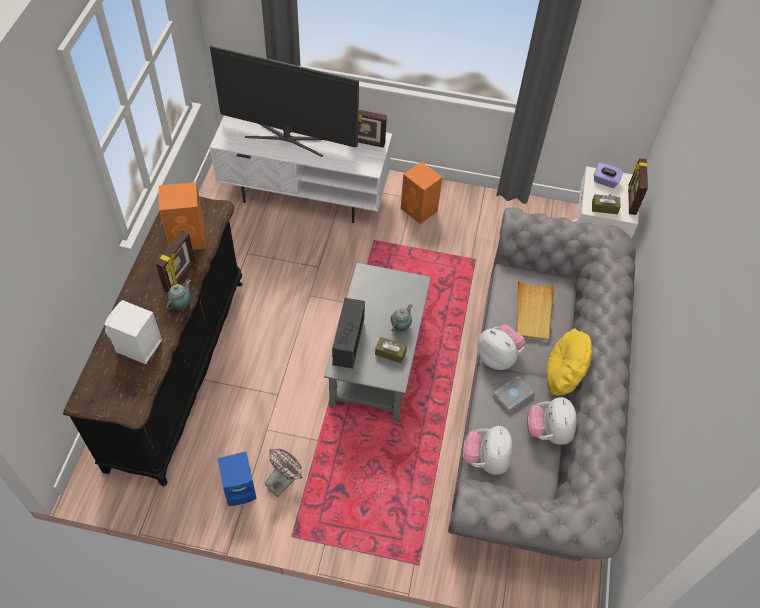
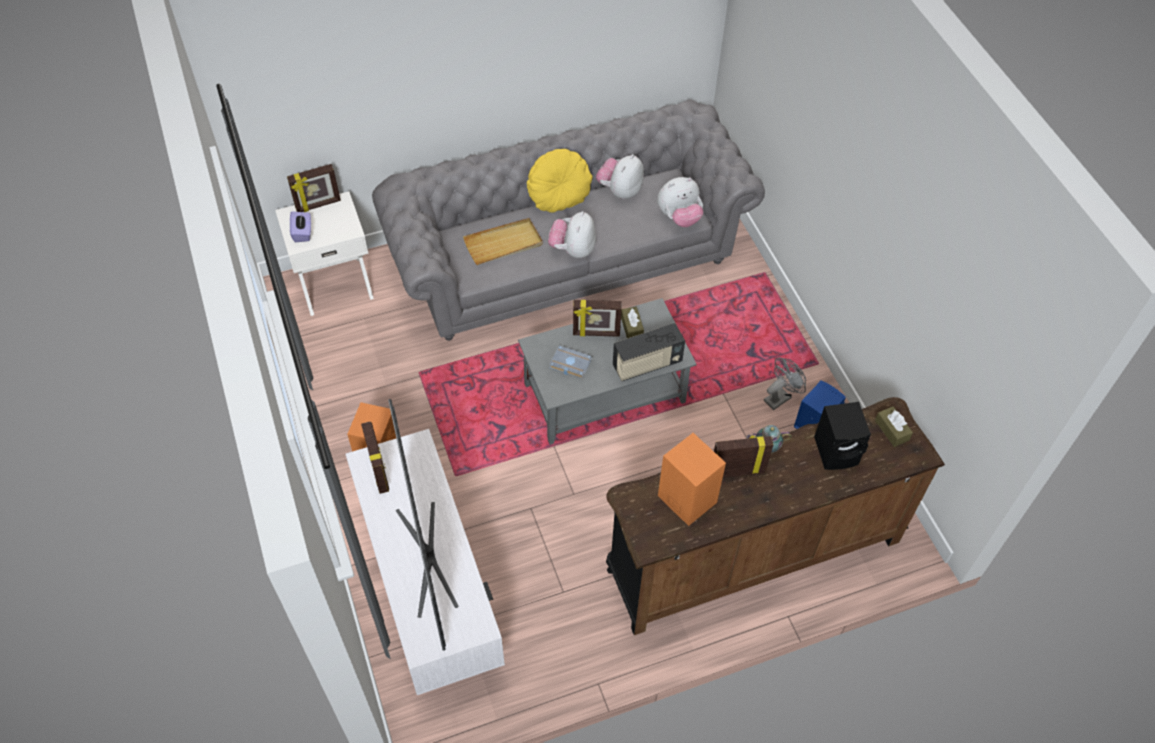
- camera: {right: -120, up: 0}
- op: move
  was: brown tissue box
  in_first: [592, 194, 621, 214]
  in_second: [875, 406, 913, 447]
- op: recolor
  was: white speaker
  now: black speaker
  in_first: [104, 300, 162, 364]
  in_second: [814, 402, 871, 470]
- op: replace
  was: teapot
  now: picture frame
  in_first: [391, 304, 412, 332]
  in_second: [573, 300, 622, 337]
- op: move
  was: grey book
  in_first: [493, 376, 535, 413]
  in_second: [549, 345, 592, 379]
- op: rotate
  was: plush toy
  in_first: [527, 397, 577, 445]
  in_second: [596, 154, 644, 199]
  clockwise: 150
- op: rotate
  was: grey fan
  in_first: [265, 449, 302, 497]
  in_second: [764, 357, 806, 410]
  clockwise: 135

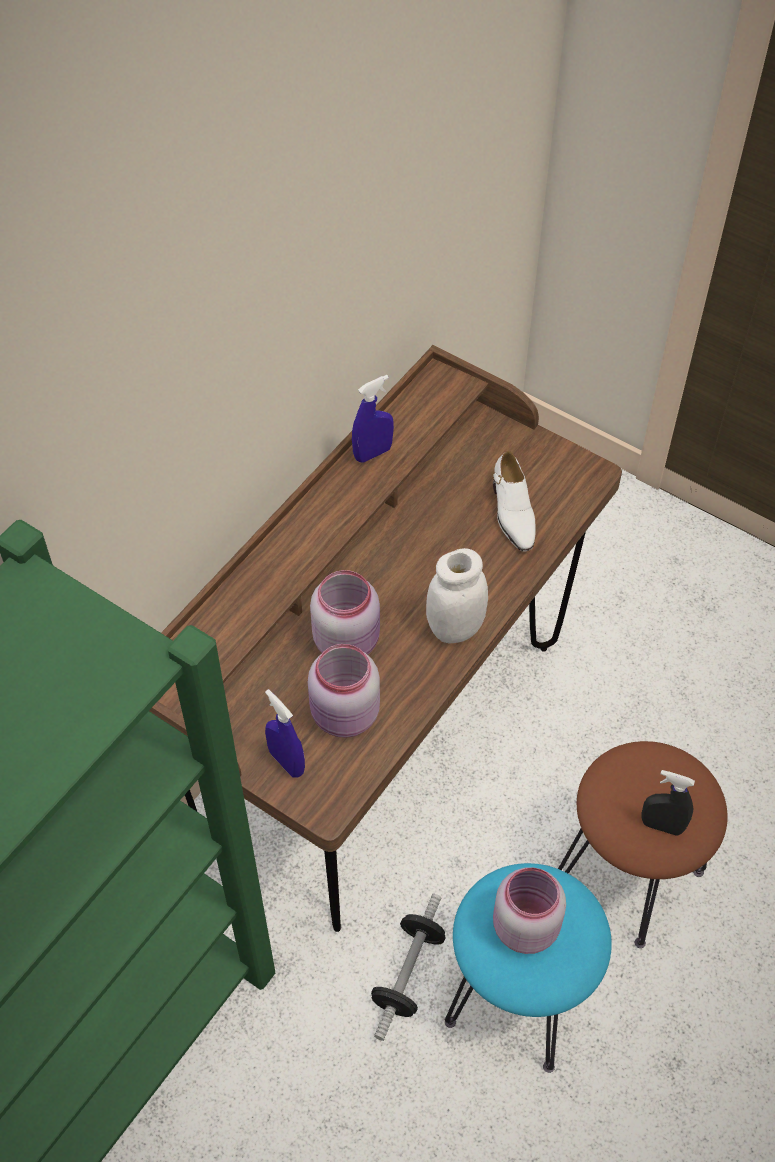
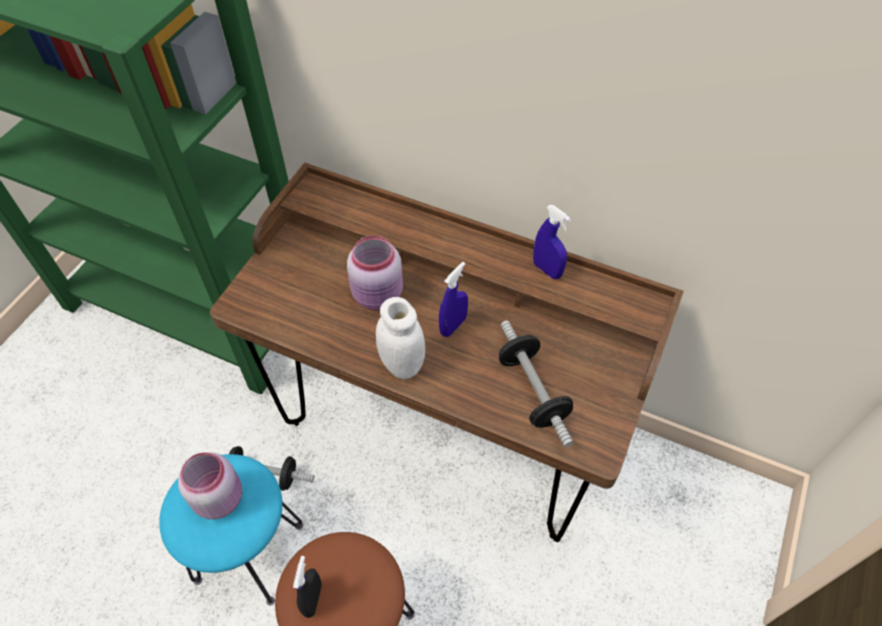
- camera: {right: 80, up: 0}
- op: replace
  was: white shoe
  now: dumbbell
  in_first: [493, 451, 536, 552]
  in_second: [499, 321, 573, 447]
- op: delete
  was: pink jar
  in_first: [308, 644, 380, 738]
- op: move
  was: blue spray bottle
  in_first: [265, 689, 305, 778]
  in_second: [439, 262, 468, 337]

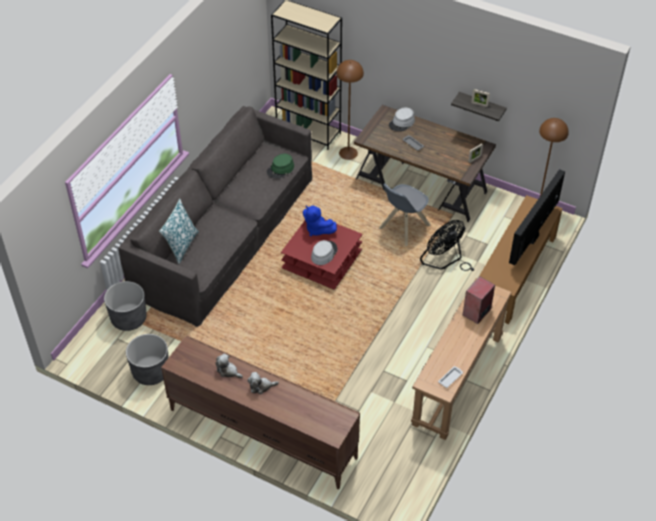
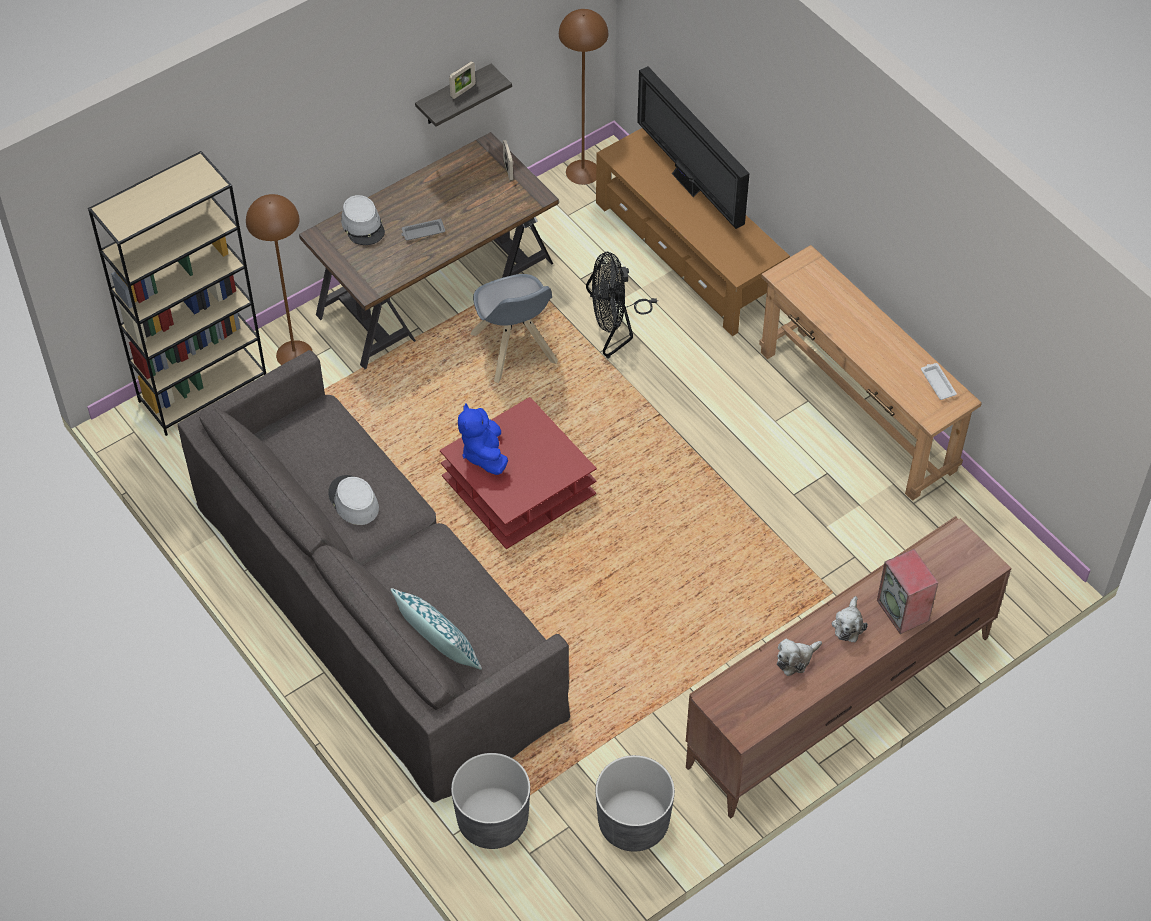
- camera: {right: -65, up: 5}
- op: delete
  was: green hat
  in_first: [267, 154, 294, 178]
- op: rotate
  was: blue plush toy
  in_first: [303, 205, 337, 236]
  in_second: [458, 403, 508, 475]
  clockwise: 105
- op: move
  was: grey hat
  in_first: [311, 240, 338, 265]
  in_second: [328, 475, 379, 525]
- op: move
  was: speaker
  in_first: [463, 276, 495, 324]
  in_second: [877, 549, 938, 634]

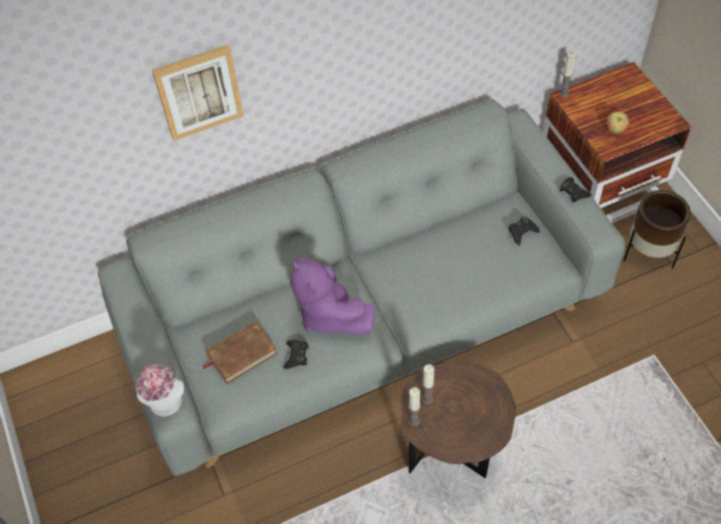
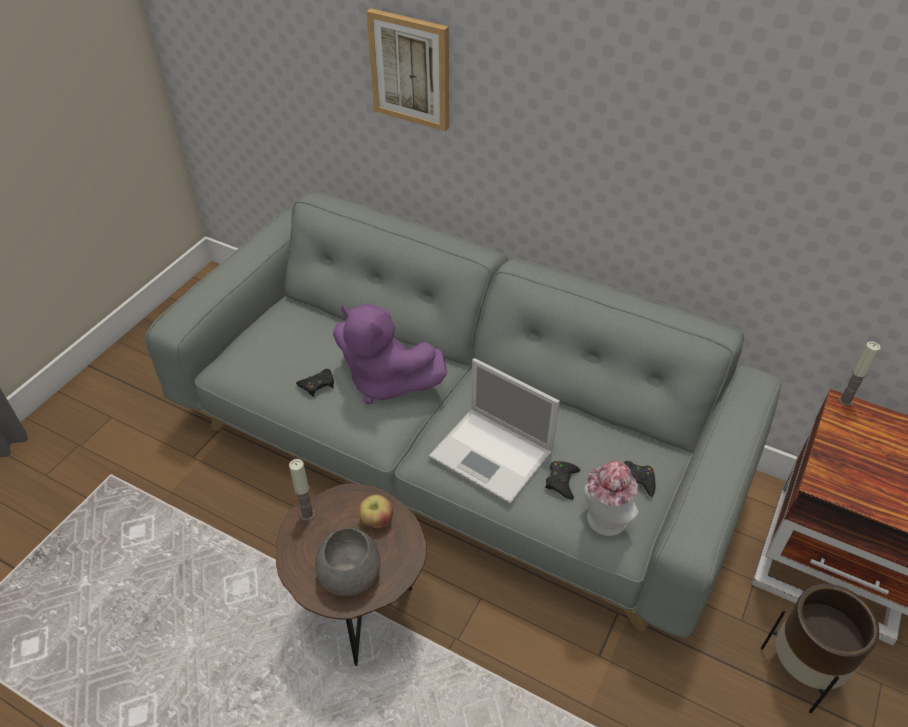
- camera: {right: 50, up: -10}
- op: move
  was: apple
  in_first: [606, 111, 629, 134]
  in_second: [359, 494, 393, 528]
- op: move
  was: black game controller
  in_first: [560, 177, 592, 203]
  in_second: [545, 461, 580, 500]
- op: rotate
  was: purple plush toy
  in_first: [290, 257, 375, 335]
  in_second: [333, 304, 448, 404]
  clockwise: -75
- op: delete
  was: brown book
  in_first: [203, 321, 278, 384]
- op: move
  was: hat
  in_first: [135, 364, 184, 416]
  in_second: [584, 461, 639, 536]
- op: delete
  was: candle
  in_first: [422, 364, 434, 404]
- op: insert
  now: laptop
  in_second: [429, 358, 560, 504]
- op: insert
  now: grey bowl
  in_second: [315, 527, 380, 596]

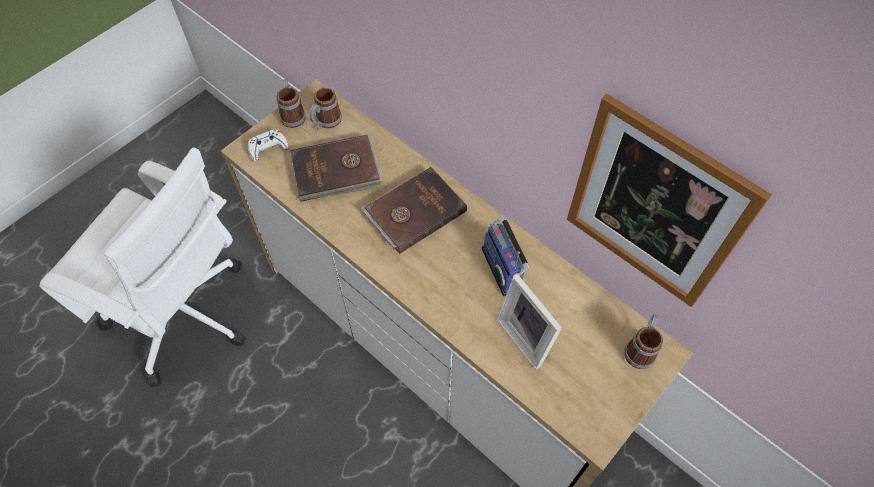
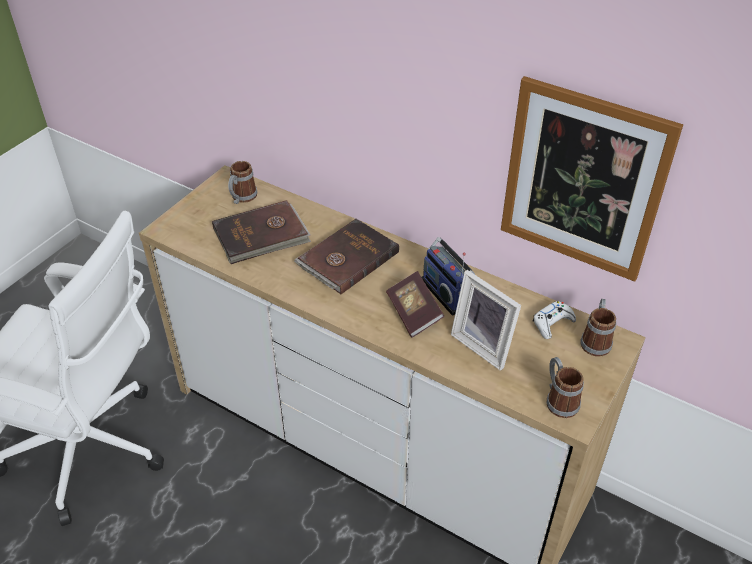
- camera: {right: -10, up: -15}
- op: move
  was: mug
  in_first: [277, 79, 306, 128]
  in_second: [547, 357, 584, 418]
- op: move
  was: white game controller
  in_first: [248, 129, 289, 162]
  in_second: [533, 301, 576, 339]
- op: insert
  now: book
  in_second: [386, 271, 444, 338]

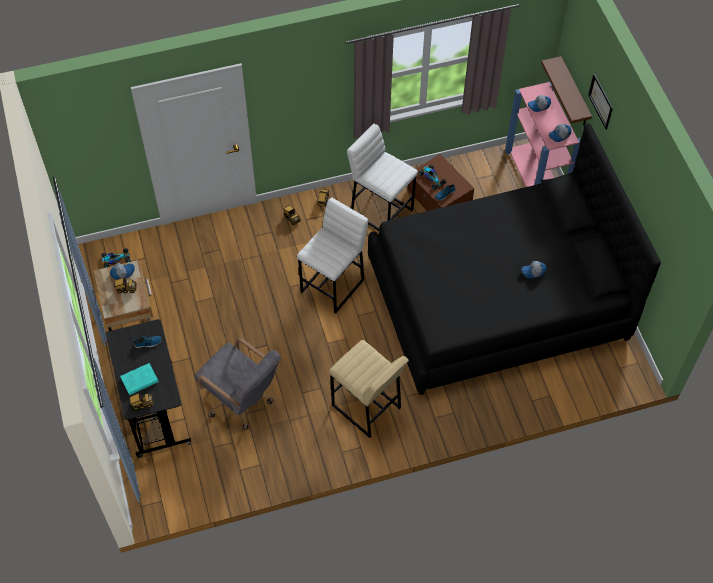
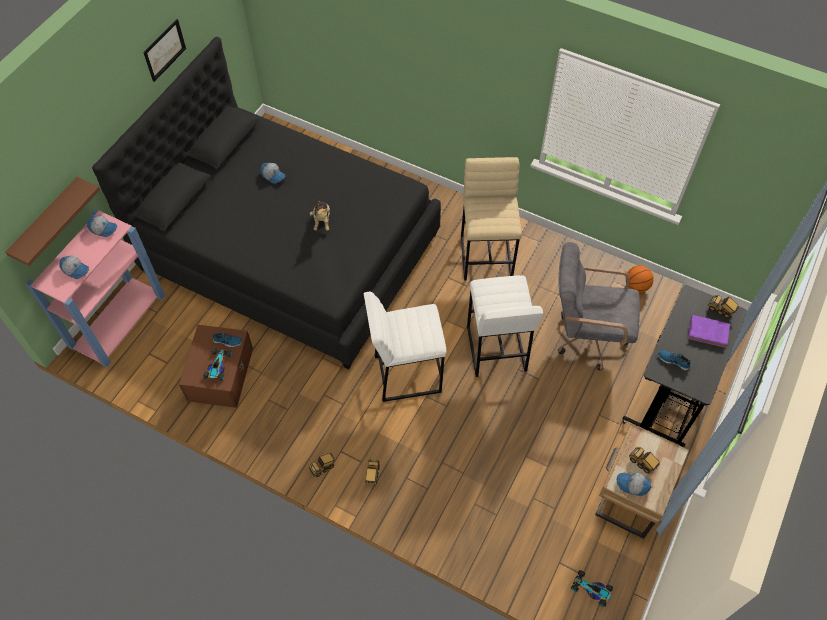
- camera: {right: -135, up: 0}
- op: move
  was: picture
  in_first: [588, 74, 613, 130]
  in_second: [143, 19, 186, 82]
- op: move
  was: white stool
  in_first: [347, 124, 418, 231]
  in_second: [467, 275, 543, 377]
- op: rotate
  was: grey office chair
  in_first: [195, 337, 281, 430]
  in_second: [558, 242, 640, 370]
  clockwise: -75
- op: recolor
  was: turquoise book
  now: purple book
  in_first: [120, 363, 159, 395]
  in_second: [688, 315, 730, 348]
- op: insert
  now: plush toy
  in_second: [310, 201, 330, 231]
- op: insert
  now: basketball
  in_second: [626, 265, 654, 293]

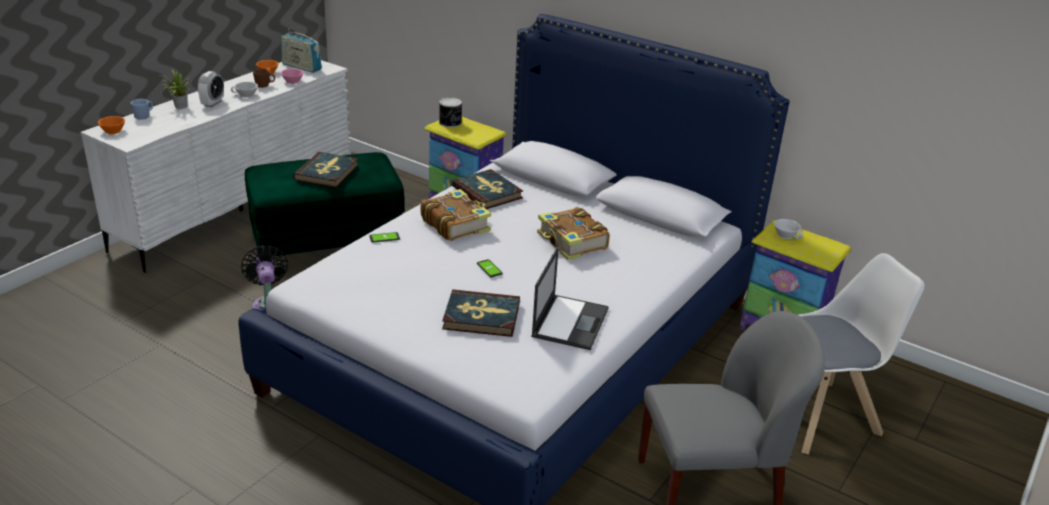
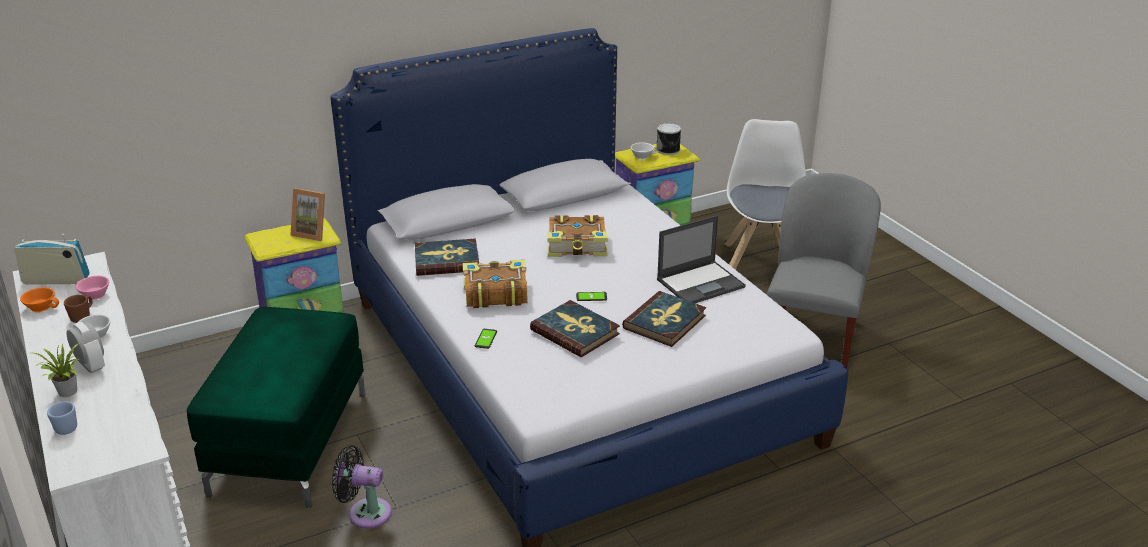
- camera: {right: -60, up: 0}
- op: rotate
  was: radio
  in_first: [281, 32, 322, 73]
  in_second: [14, 234, 90, 285]
  clockwise: -150
- op: move
  was: can
  in_first: [439, 97, 462, 128]
  in_second: [656, 123, 681, 155]
- op: delete
  was: orange cup
  in_first: [98, 116, 125, 134]
- op: move
  was: book
  in_first: [293, 152, 359, 188]
  in_second: [530, 300, 620, 357]
- op: rotate
  was: laptop
  in_first: [531, 247, 609, 350]
  in_second: [657, 215, 746, 303]
  clockwise: 105
- op: insert
  now: picture frame
  in_second: [290, 188, 325, 241]

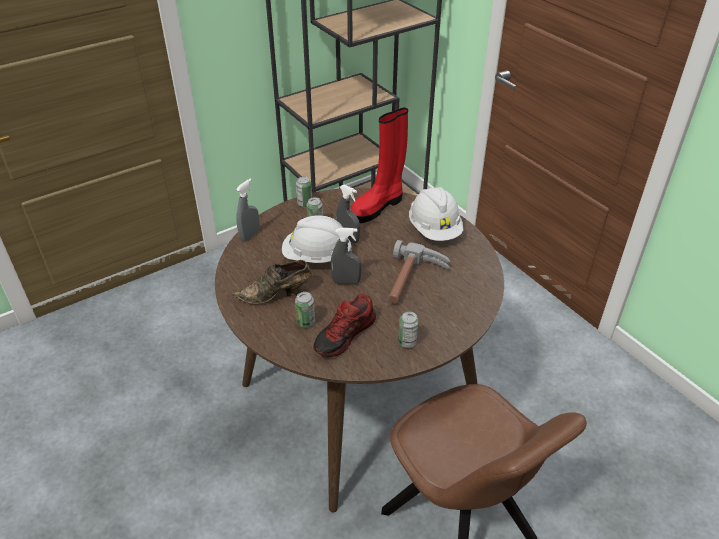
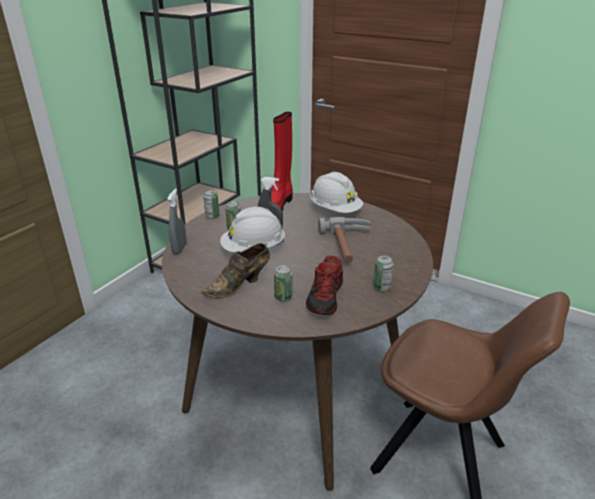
- camera: {right: -25, up: -10}
- op: delete
  was: grey spray bottle
  in_first: [331, 228, 362, 284]

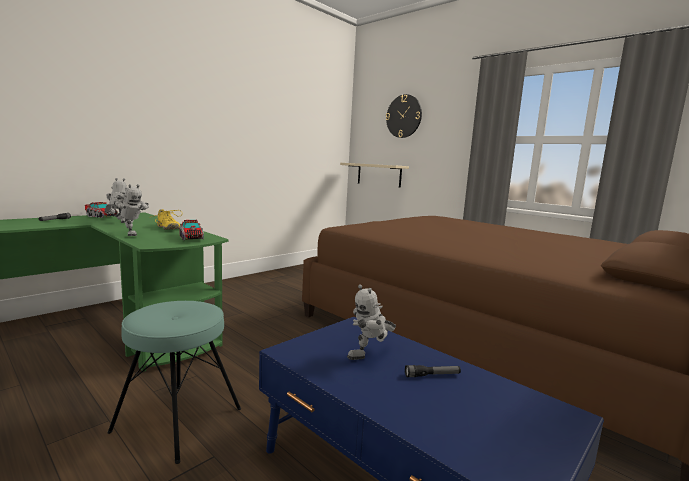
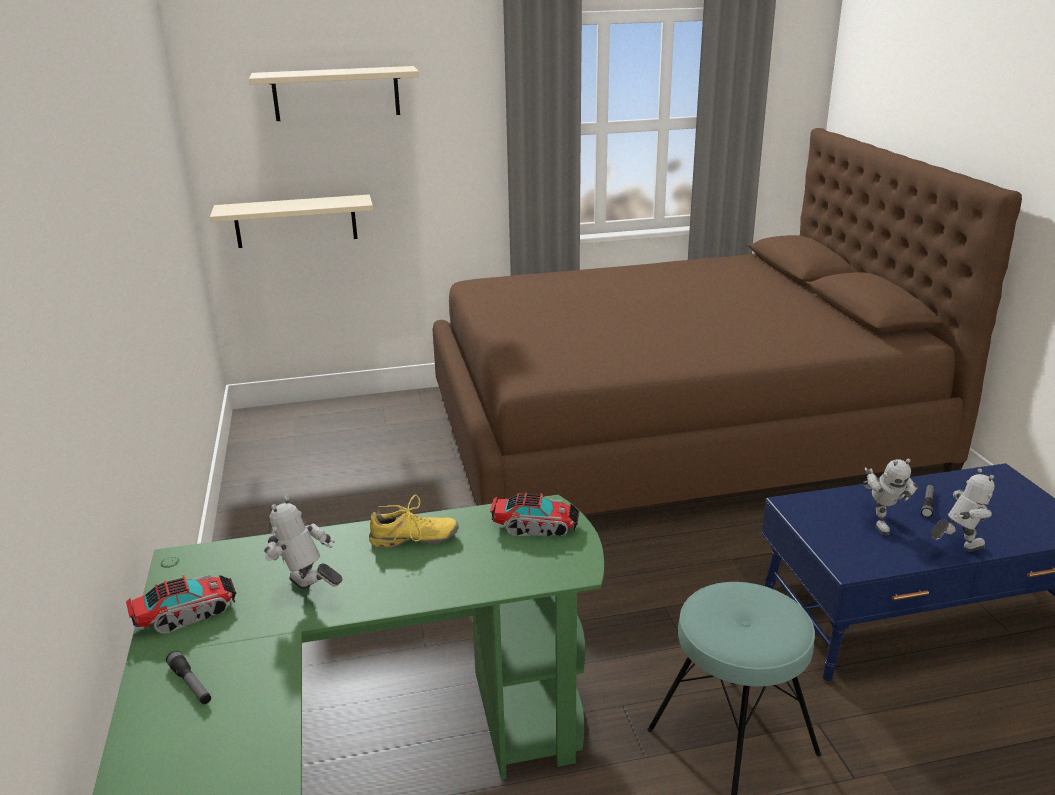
- camera: {right: -55, up: 15}
- op: replace
  was: wall clock
  now: beige shelf
  in_first: [386, 94, 422, 138]
  in_second: [249, 66, 419, 121]
- op: move
  was: toy robot
  in_first: [113, 184, 149, 236]
  in_second: [930, 468, 995, 552]

